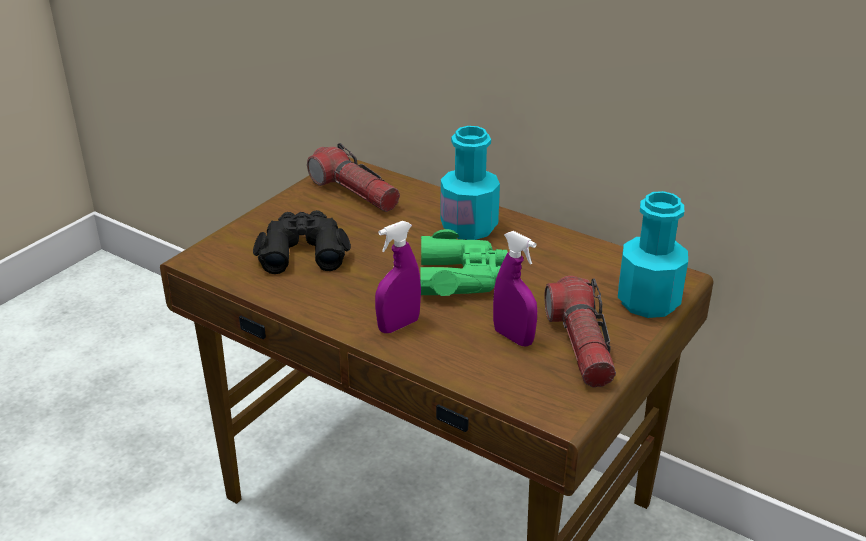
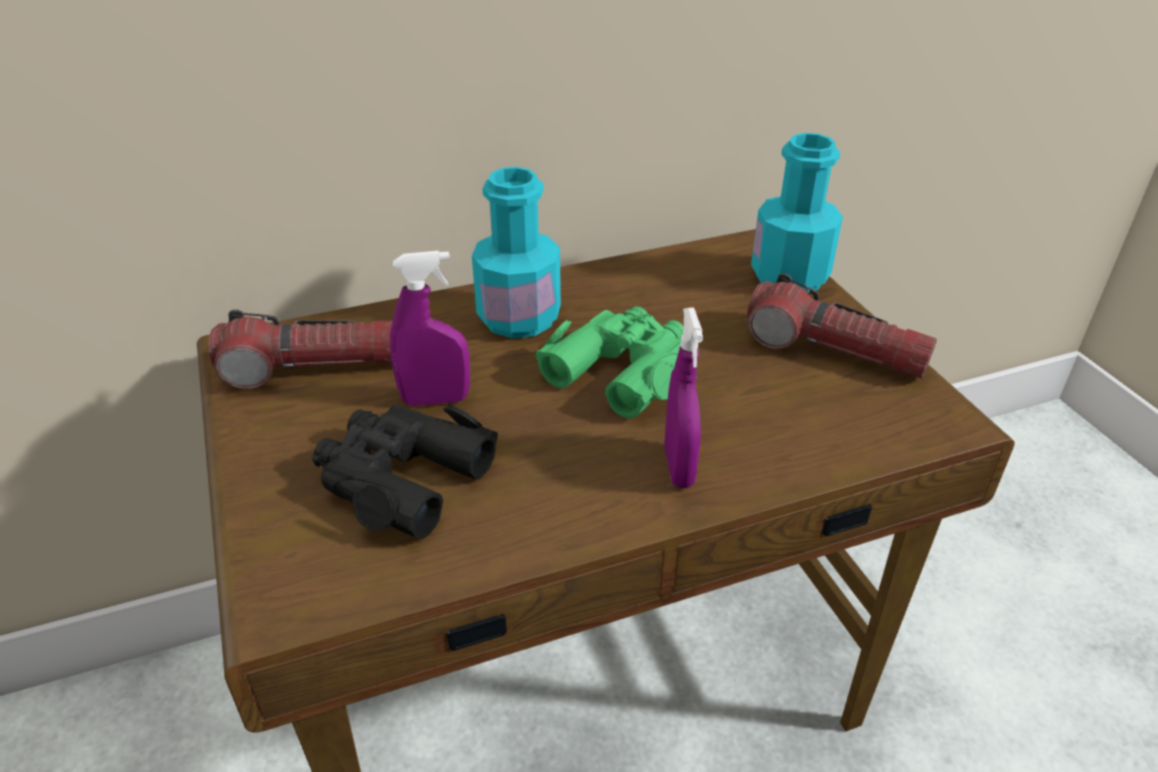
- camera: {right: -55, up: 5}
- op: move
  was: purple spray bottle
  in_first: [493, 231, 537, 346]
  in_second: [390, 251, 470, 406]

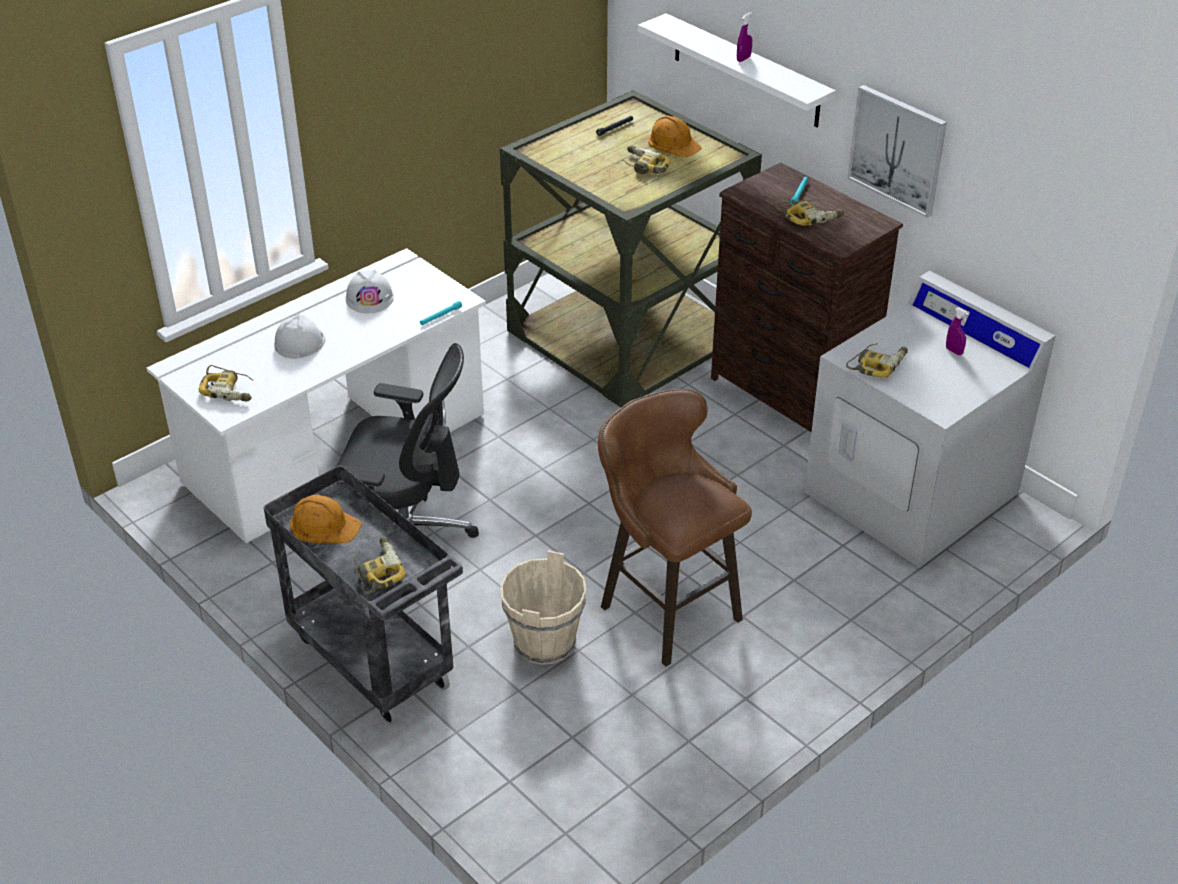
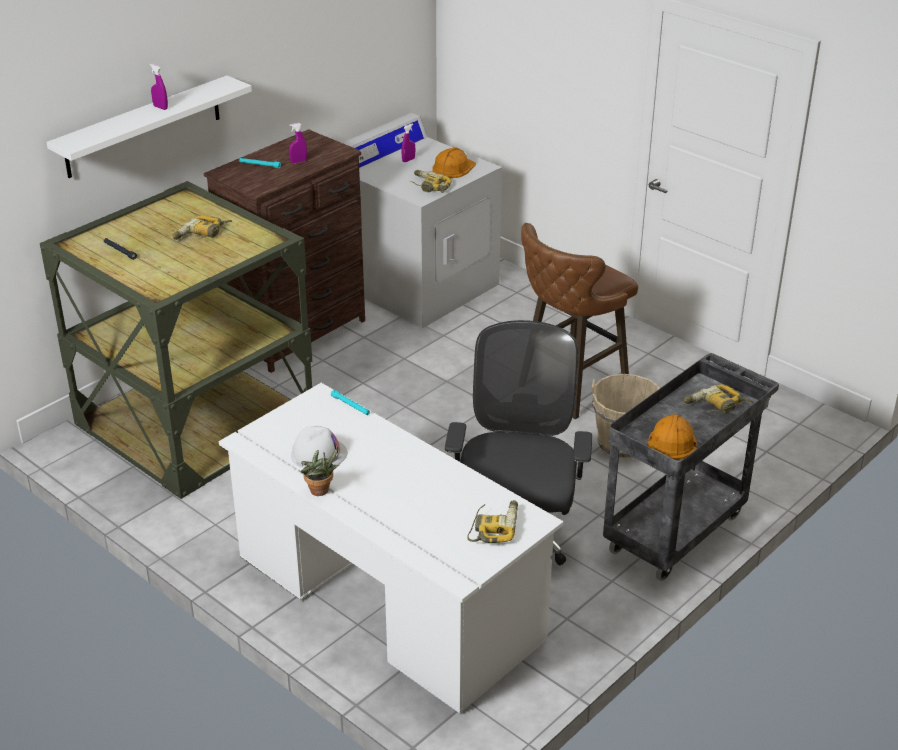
- camera: {right: -95, up: -5}
- op: delete
  was: picture
  in_first: [847, 85, 947, 218]
- op: move
  was: orange hard hat
  in_first: [648, 115, 702, 157]
  in_second: [432, 147, 476, 178]
- op: replace
  was: power drill
  now: purple spray bottle
  in_first: [776, 199, 844, 226]
  in_second: [289, 123, 307, 163]
- op: delete
  was: white hard hat
  in_first: [274, 314, 325, 359]
- op: insert
  now: potted plant
  in_second: [300, 449, 339, 496]

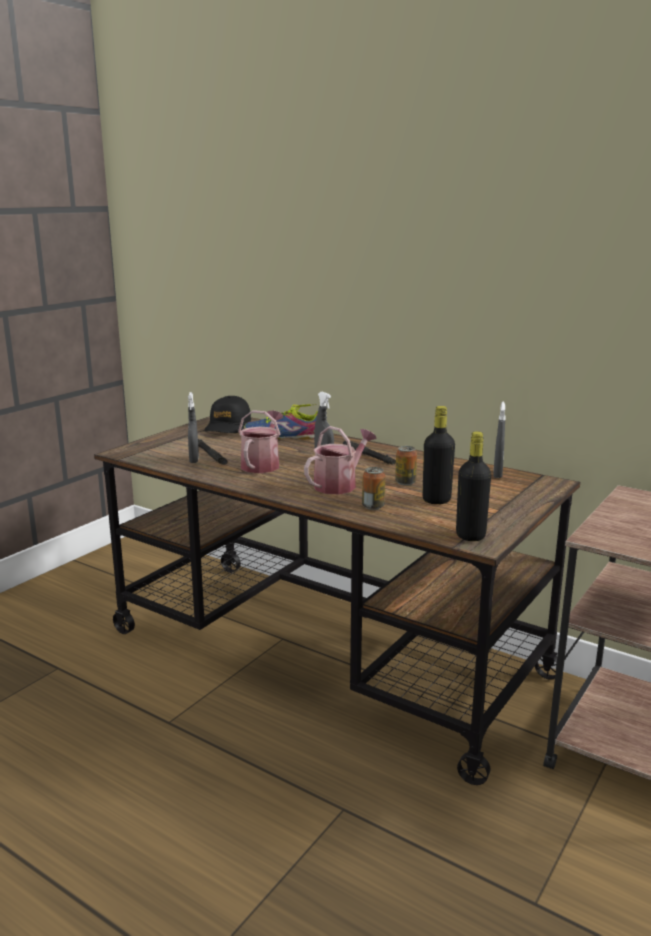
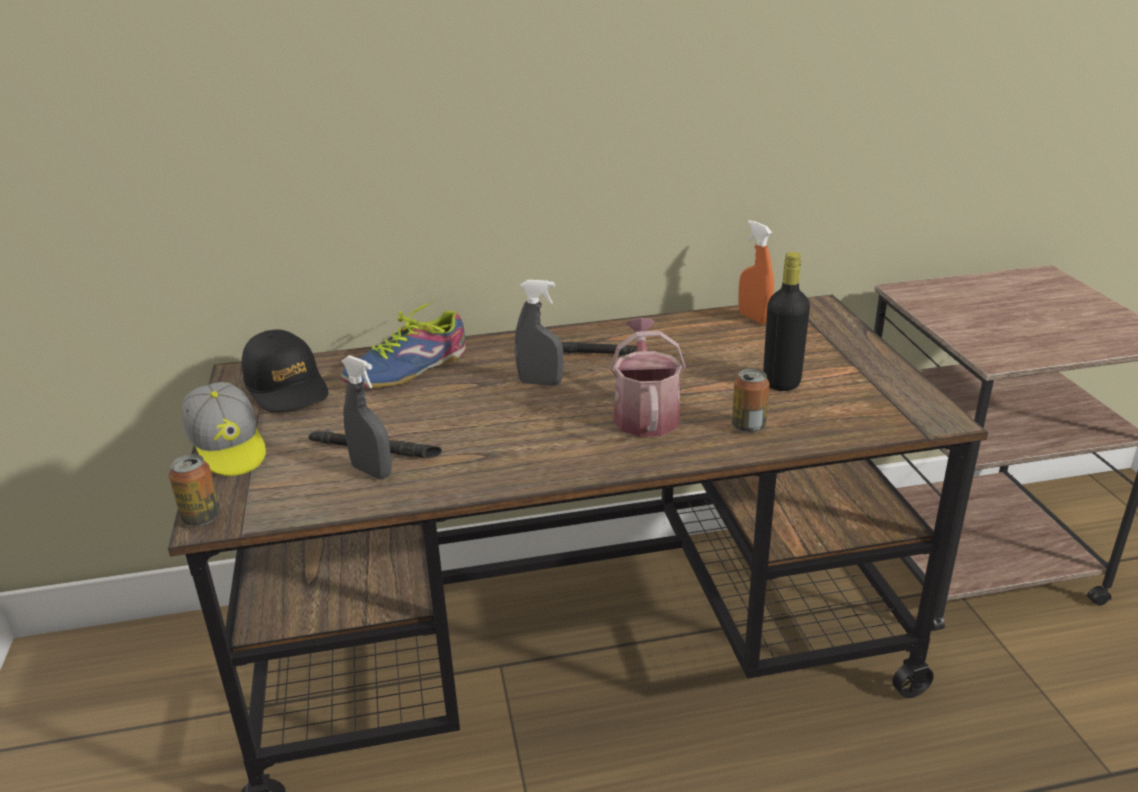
- camera: {right: -45, up: 10}
- op: recolor
  was: grey spray bottle
  now: orange spray bottle
  in_first: [493, 402, 506, 478]
  in_second: [738, 220, 774, 324]
- op: delete
  was: watering can
  in_first: [238, 410, 283, 473]
- op: delete
  was: black bottle
  in_first: [456, 431, 491, 541]
- op: move
  was: can
  in_first: [395, 446, 417, 485]
  in_second: [169, 454, 220, 526]
- op: insert
  now: cap
  in_second: [182, 382, 266, 476]

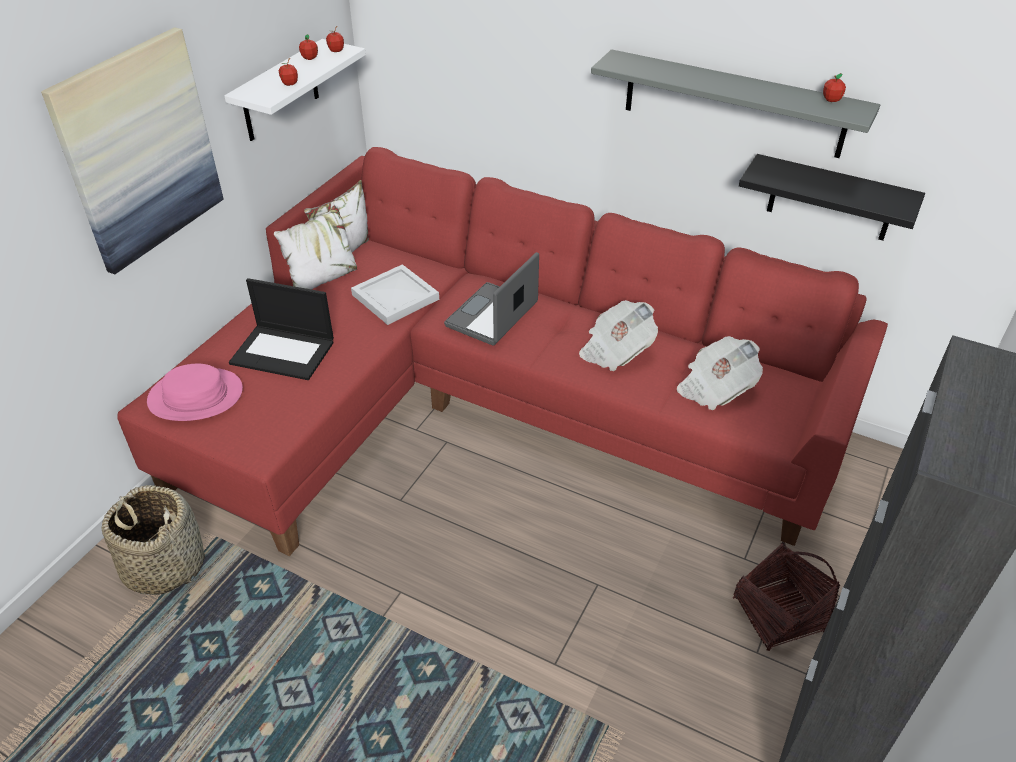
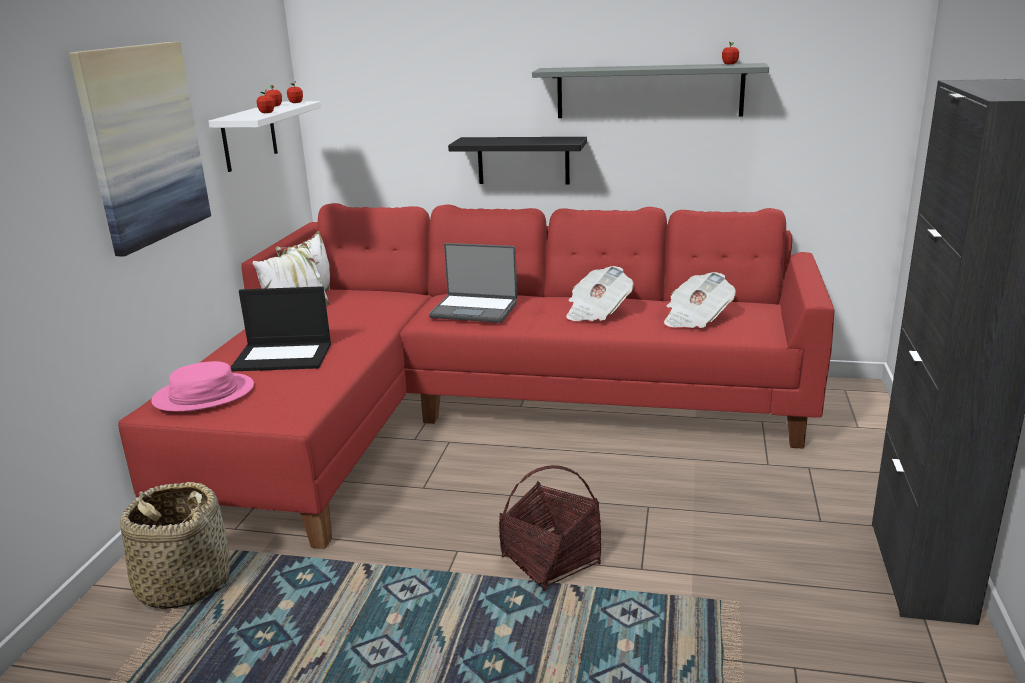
- camera: {right: -15, up: -20}
- op: move
  was: black shelf
  in_first: [739, 154, 925, 241]
  in_second: [448, 137, 587, 184]
- op: rotate
  was: laptop
  in_first: [444, 252, 539, 346]
  in_second: [429, 243, 517, 323]
  clockwise: -90
- op: delete
  was: white tray
  in_first: [351, 264, 439, 325]
- op: move
  was: basket
  in_first: [733, 542, 840, 651]
  in_second: [499, 465, 601, 591]

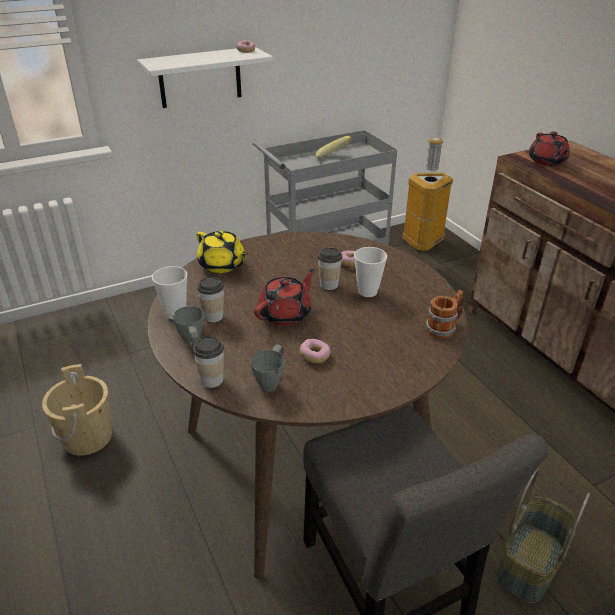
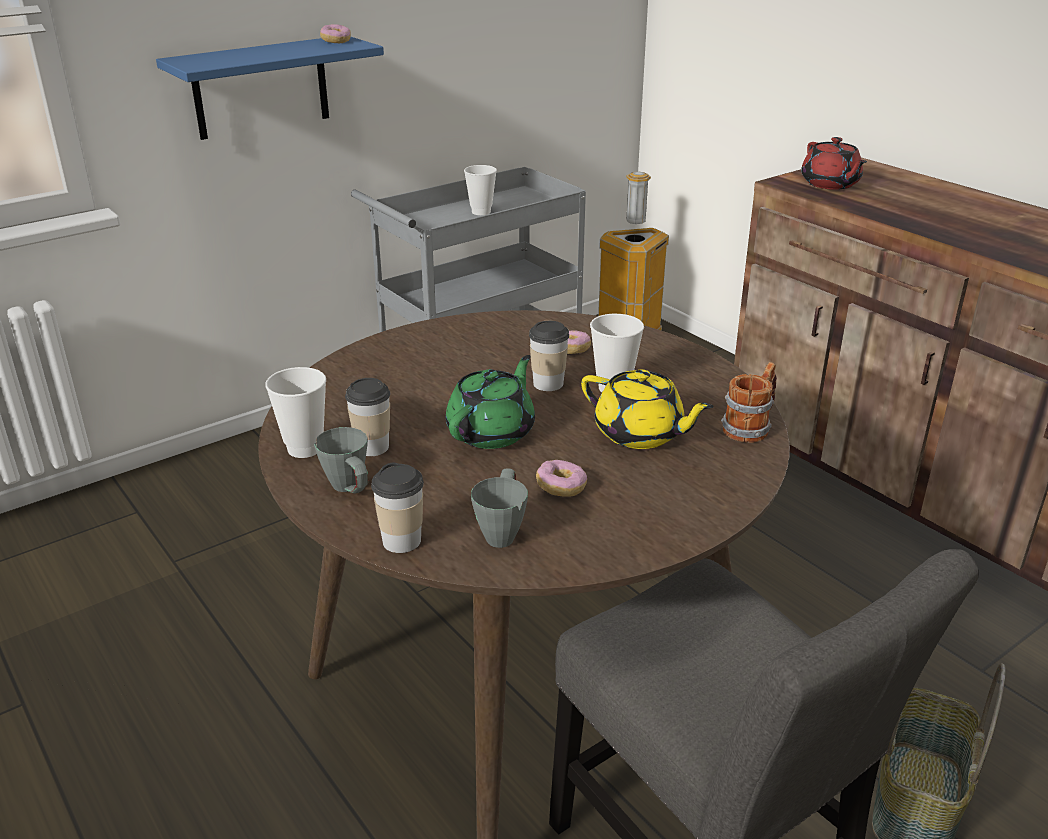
- camera: {right: -10, up: -5}
- op: recolor
  was: white shelf
  now: blue shelf
  in_first: [137, 47, 273, 108]
  in_second: [156, 37, 384, 140]
- op: replace
  was: banana
  now: cup
  in_first: [315, 136, 352, 158]
  in_second: [464, 165, 497, 215]
- op: move
  was: yellow teapot
  in_first: [196, 231, 248, 273]
  in_second: [581, 370, 714, 449]
- op: recolor
  was: red teapot
  now: green teapot
  in_first: [254, 269, 315, 326]
  in_second: [446, 355, 535, 449]
- op: delete
  was: beige bucket
  in_first: [42, 364, 112, 456]

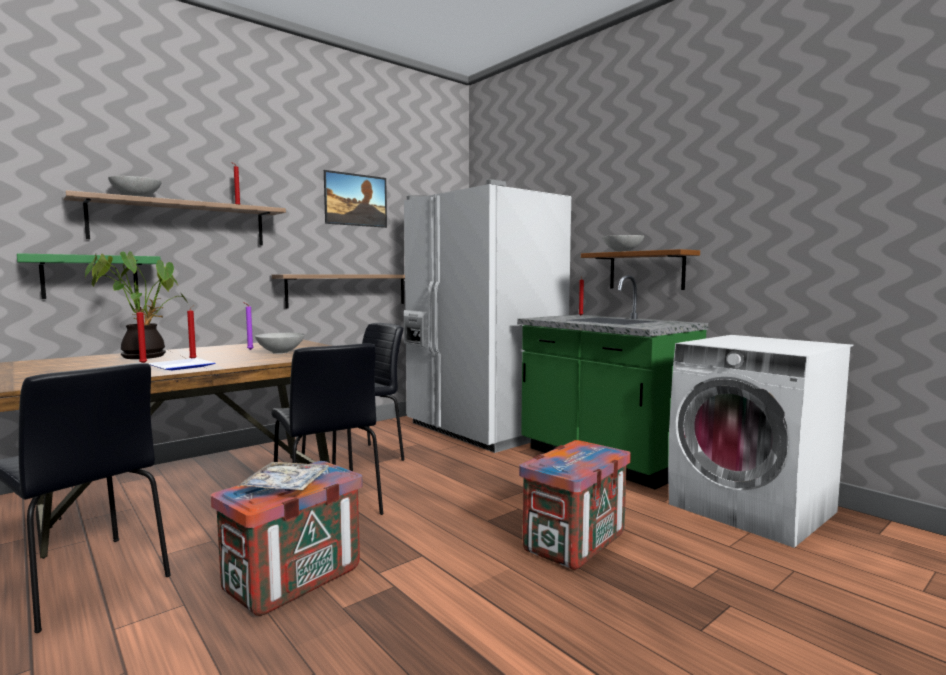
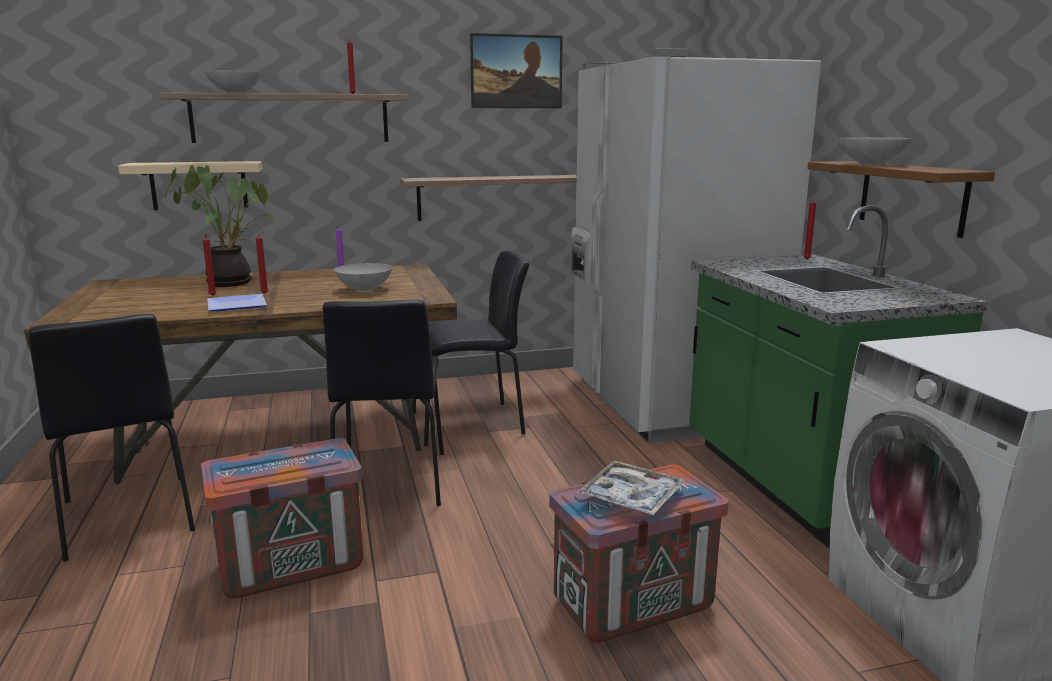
- camera: {right: 25, up: 10}
- op: recolor
  was: green shelf
  now: beige shelf
  in_first: [17, 253, 160, 299]
  in_second: [118, 161, 262, 210]
- op: move
  was: tray
  in_first: [237, 462, 329, 491]
  in_second: [578, 461, 684, 515]

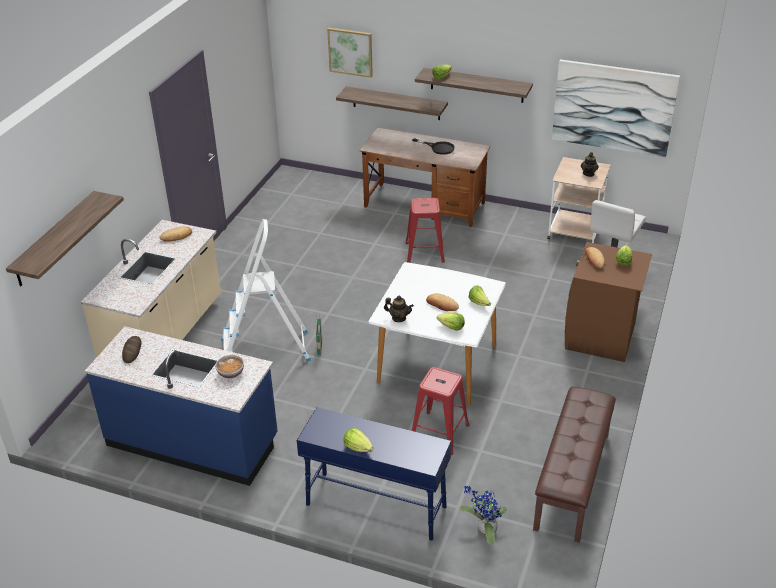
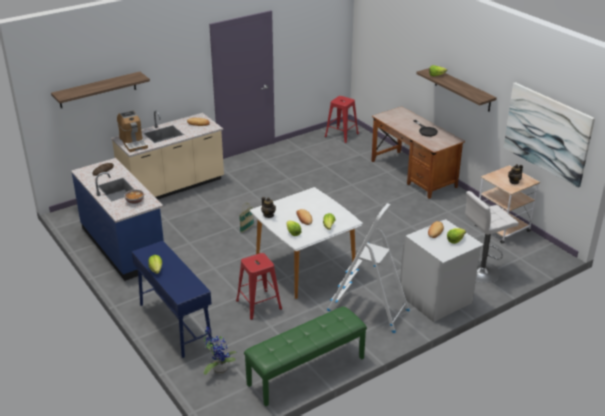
- camera: {right: 35, up: -5}
- op: delete
  was: picture
  in_first: [327, 28, 373, 78]
- op: delete
  was: shelf
  in_first: [336, 86, 448, 120]
- op: move
  was: red stool
  in_first: [405, 198, 445, 263]
  in_second: [325, 96, 359, 143]
- op: move
  was: white step ladder
  in_first: [221, 219, 311, 361]
  in_second: [327, 203, 410, 333]
- op: recolor
  was: brown washing machine
  now: white washing machine
  in_first: [565, 242, 652, 362]
  in_second: [400, 219, 484, 322]
- op: recolor
  was: brown bench
  now: green bench
  in_first: [533, 387, 616, 543]
  in_second: [244, 306, 367, 406]
- op: insert
  now: coffee machine
  in_second: [117, 111, 148, 152]

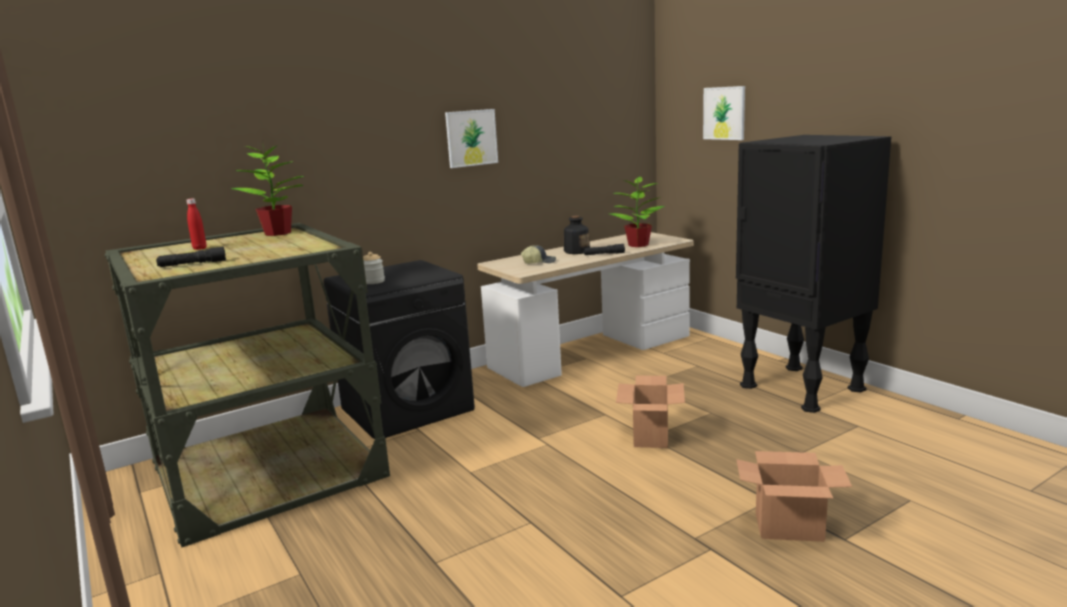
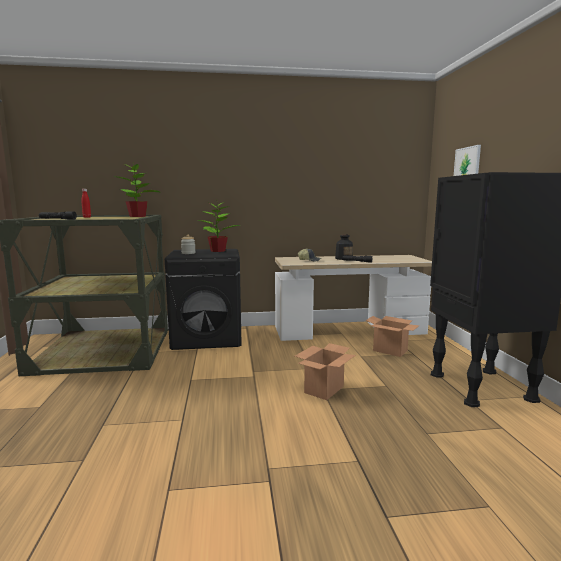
- camera: {right: 25, up: -5}
- op: delete
  was: picture
  in_first: [445, 109, 498, 168]
- op: move
  was: potted plant
  in_first: [610, 176, 665, 247]
  in_second: [197, 199, 240, 252]
- op: move
  was: cardboard box
  in_first: [736, 451, 852, 542]
  in_second: [365, 316, 419, 357]

